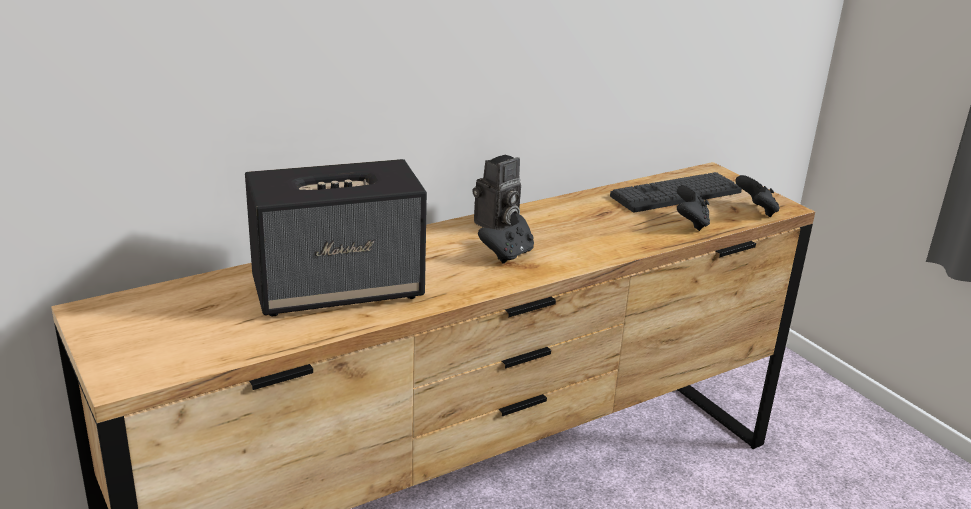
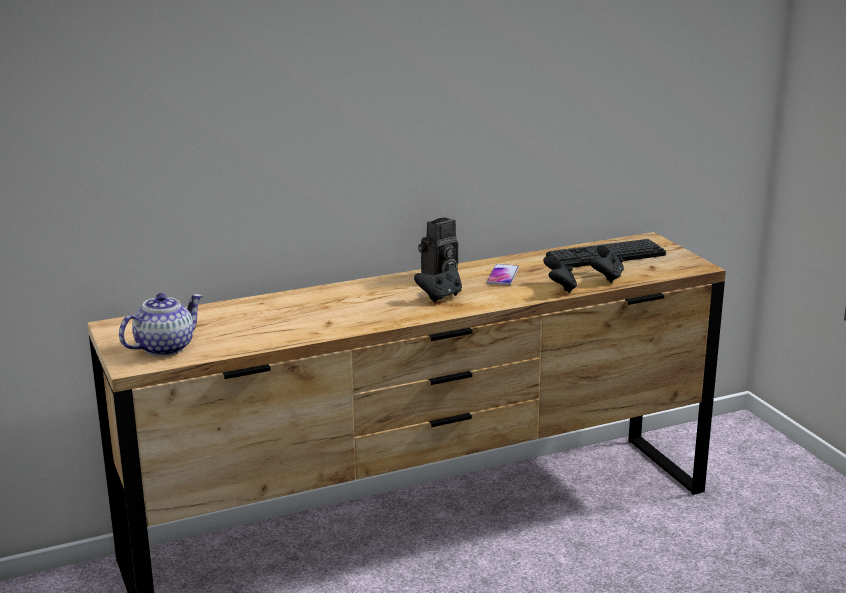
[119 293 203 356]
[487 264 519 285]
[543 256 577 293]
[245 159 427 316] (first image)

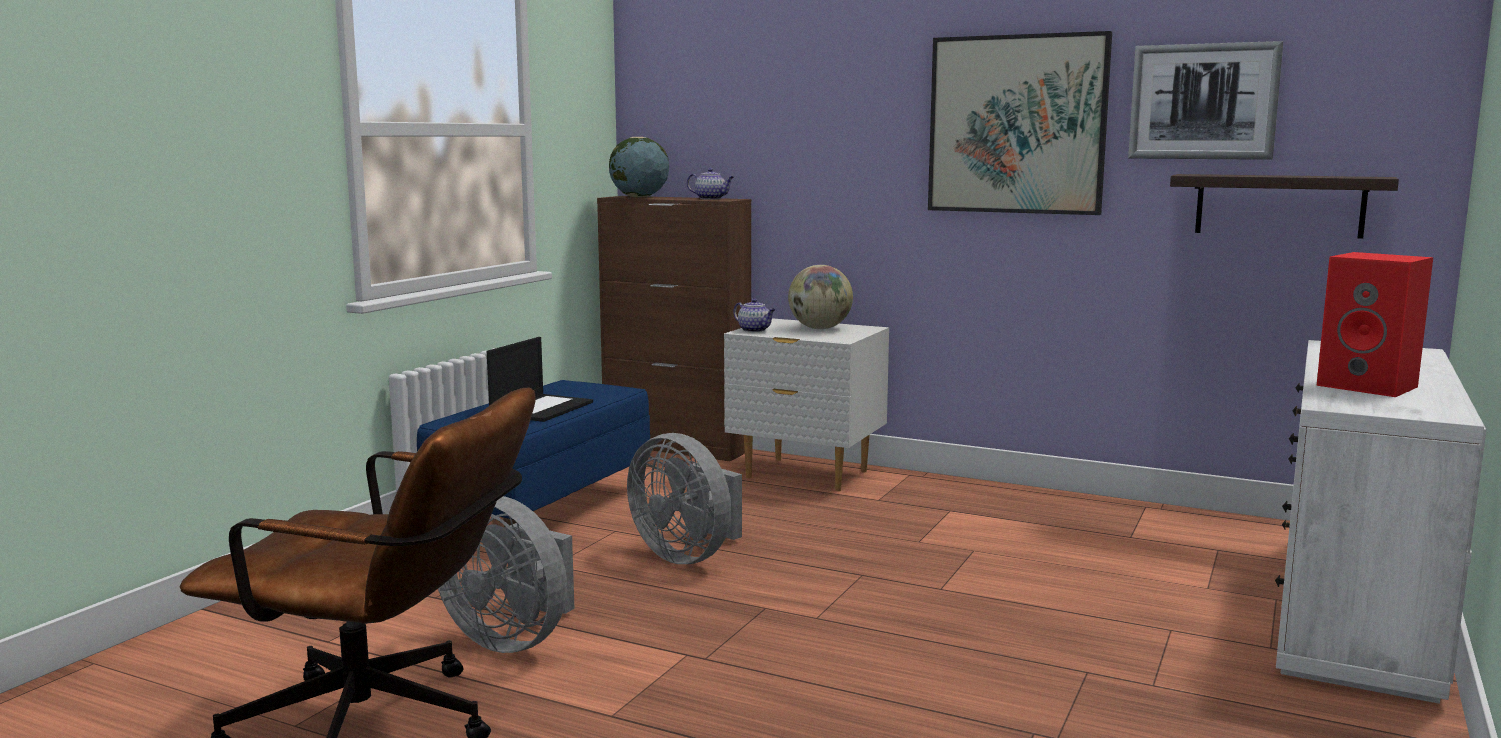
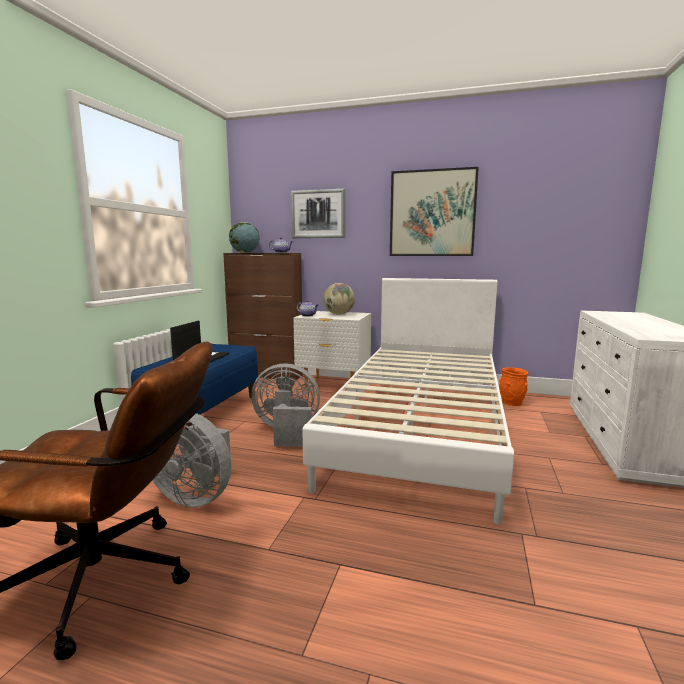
[251 363 320 447]
[291 189 345 238]
[302 278 514 524]
[499 367 528 406]
[1170 174 1399 239] (first image)
[1316 252 1433 397] (first image)

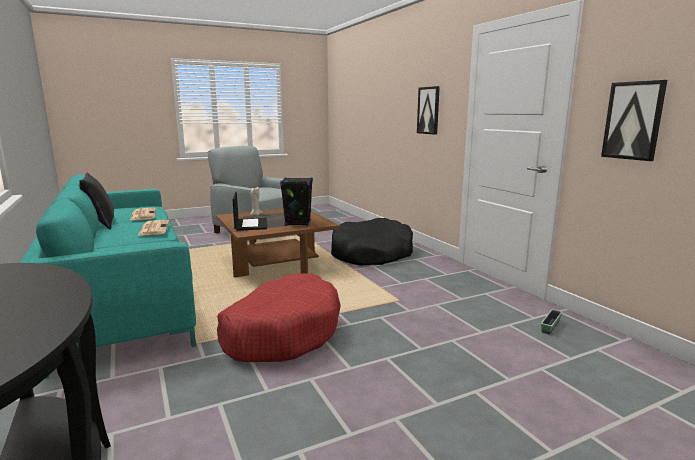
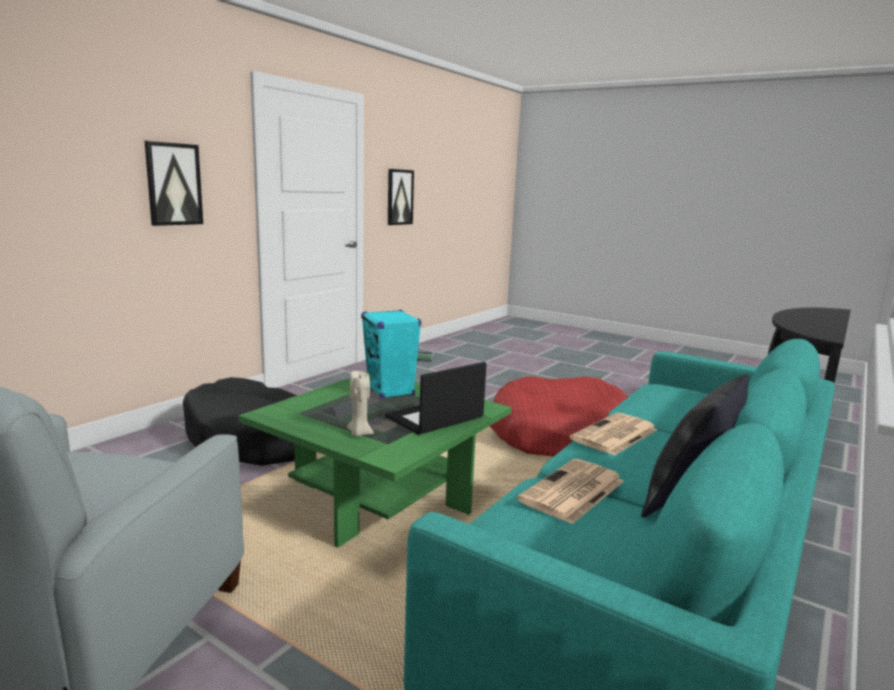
[239 372 511 548]
[361 310 421 399]

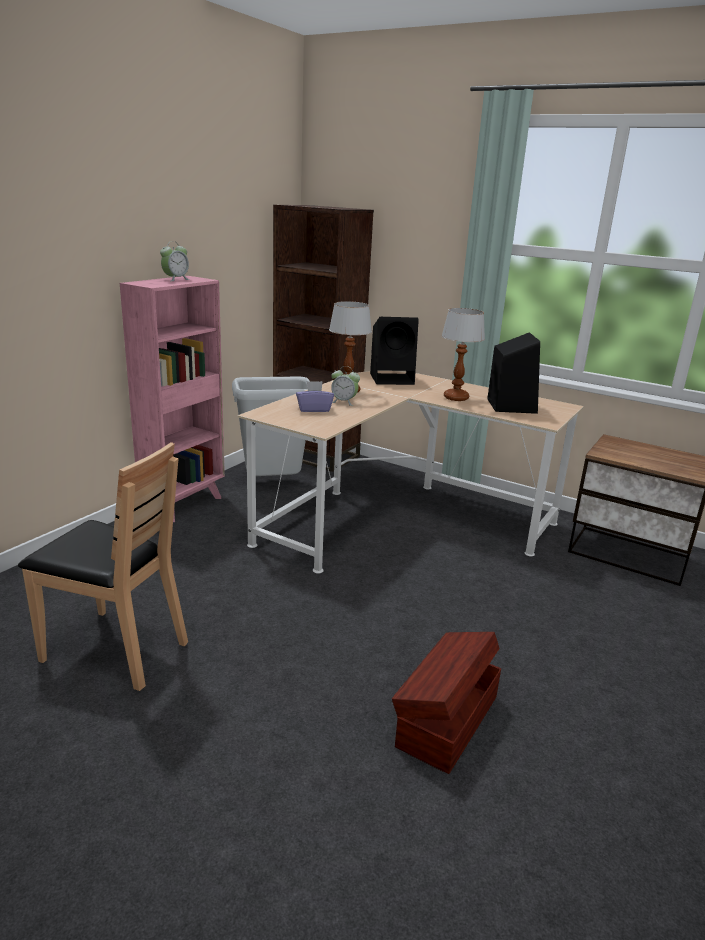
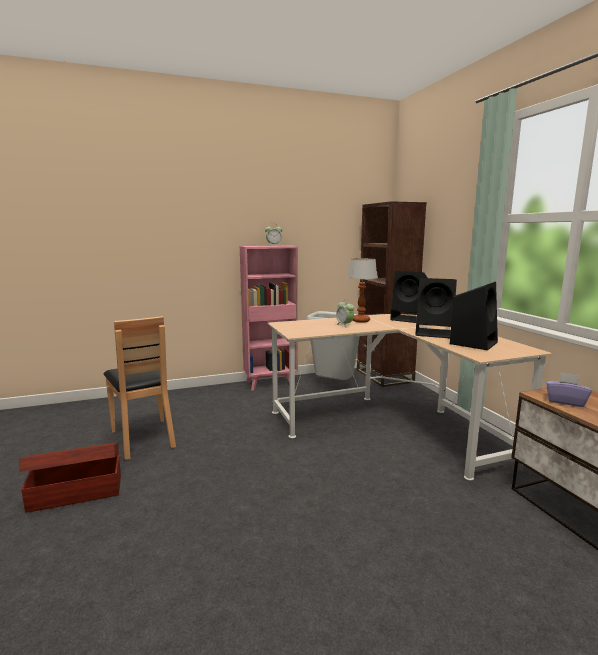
[20 442 121 513]
[415 278 457 338]
[547 372 592 407]

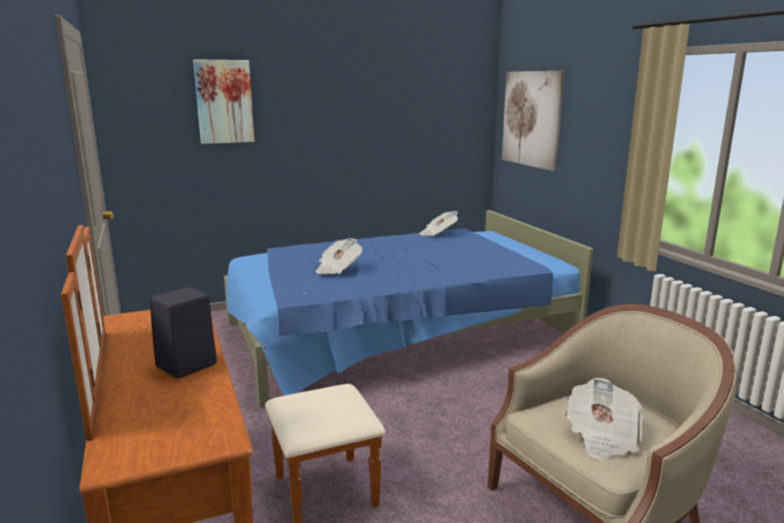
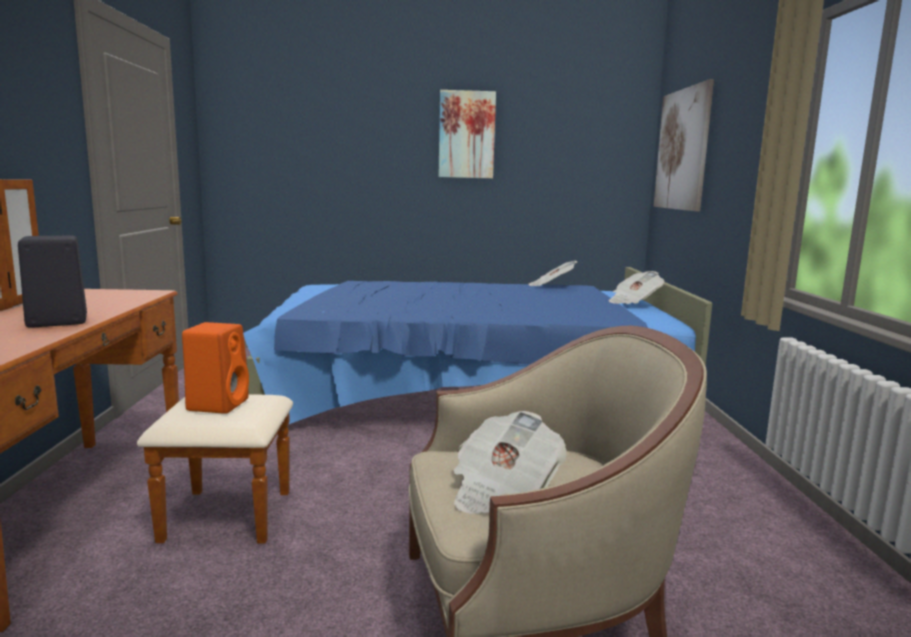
[182 322 249 414]
[438 90 496 179]
[609 271 664 304]

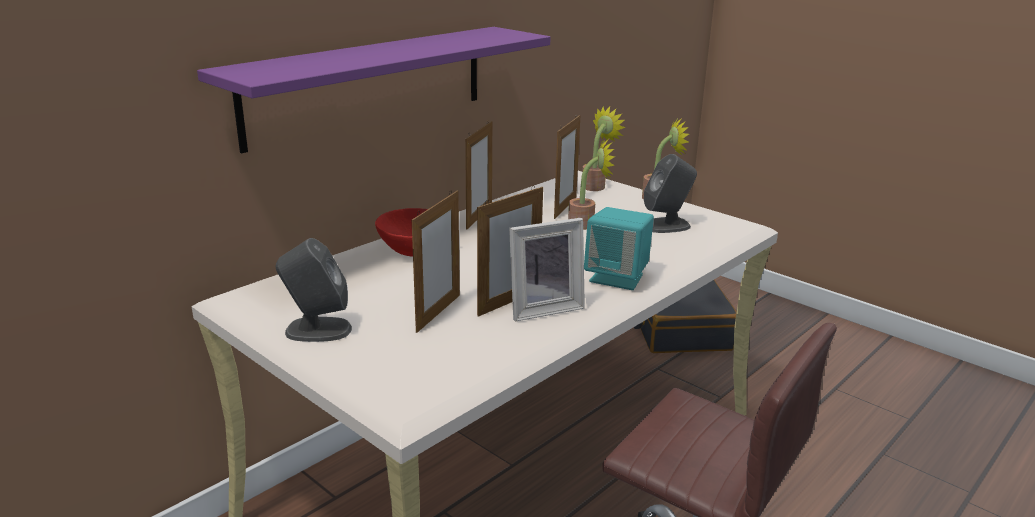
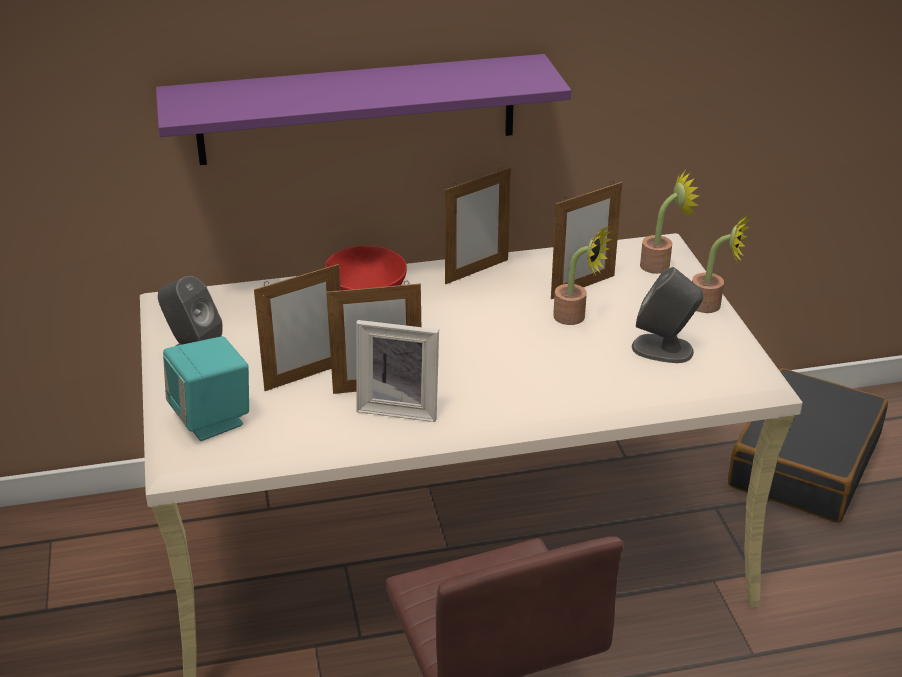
[163 336 249 441]

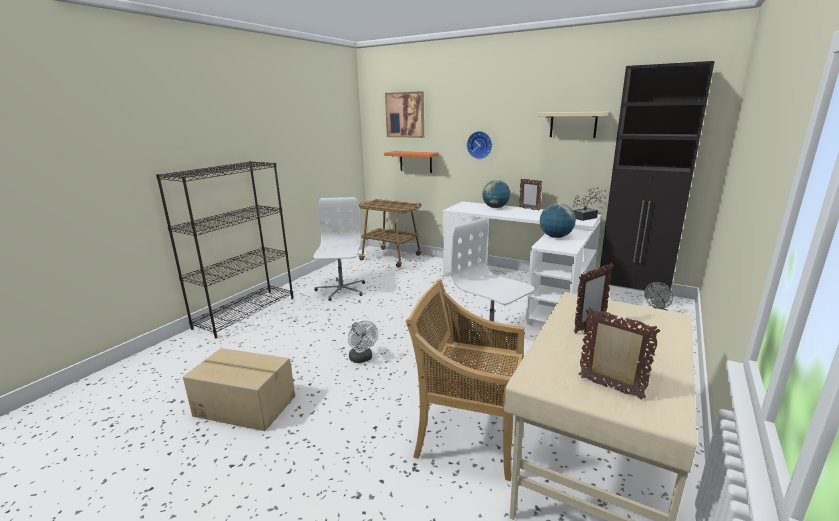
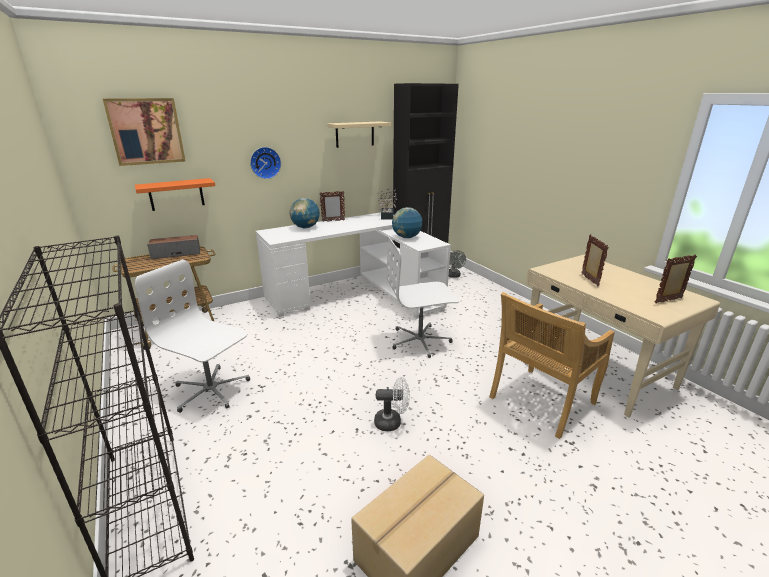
[147 235 200 259]

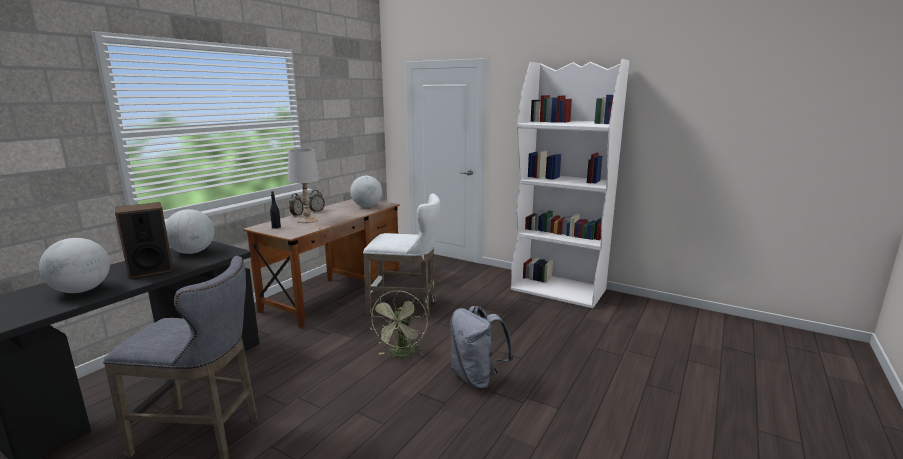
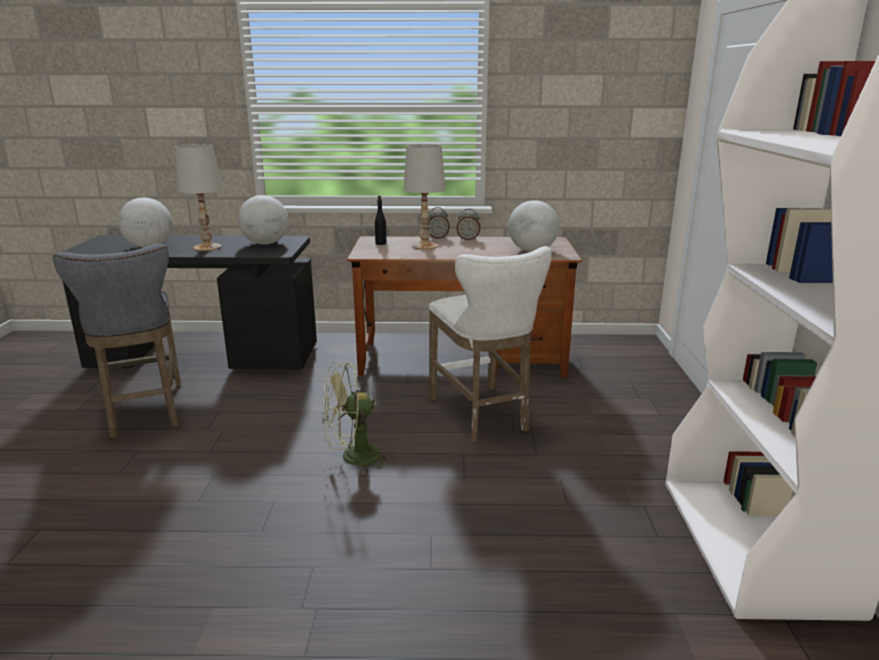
[175 144 222 251]
[450 306 513 389] (first image)

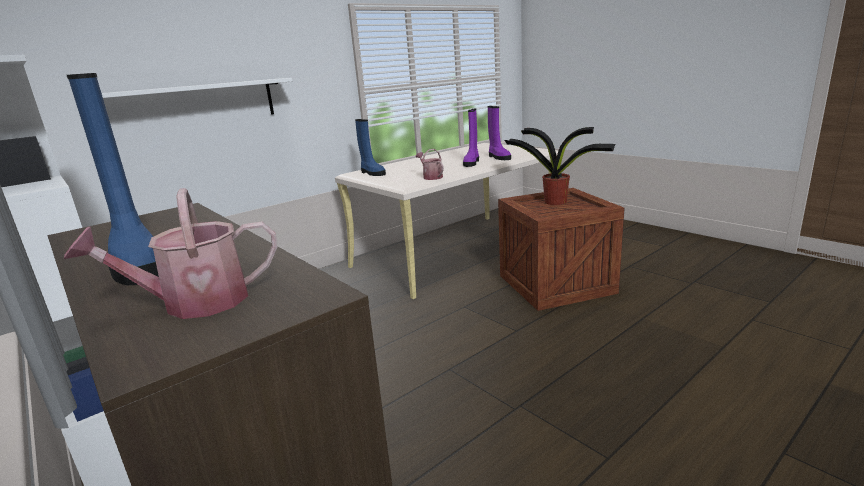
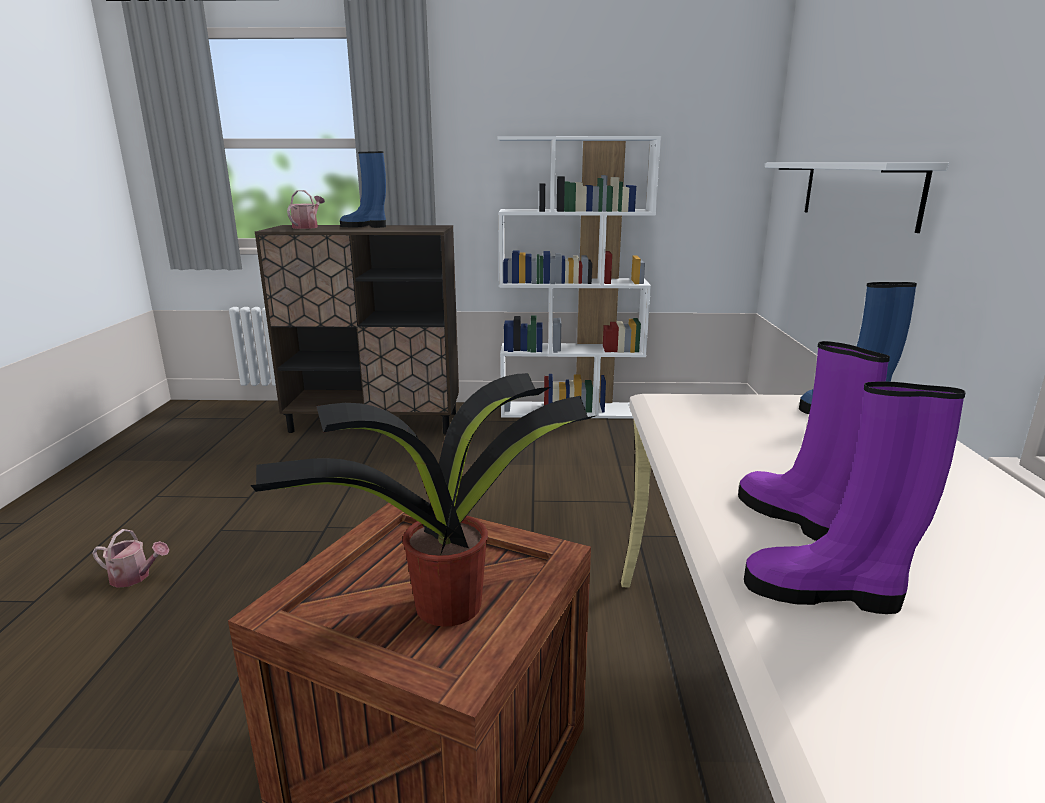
[92 529 169 588]

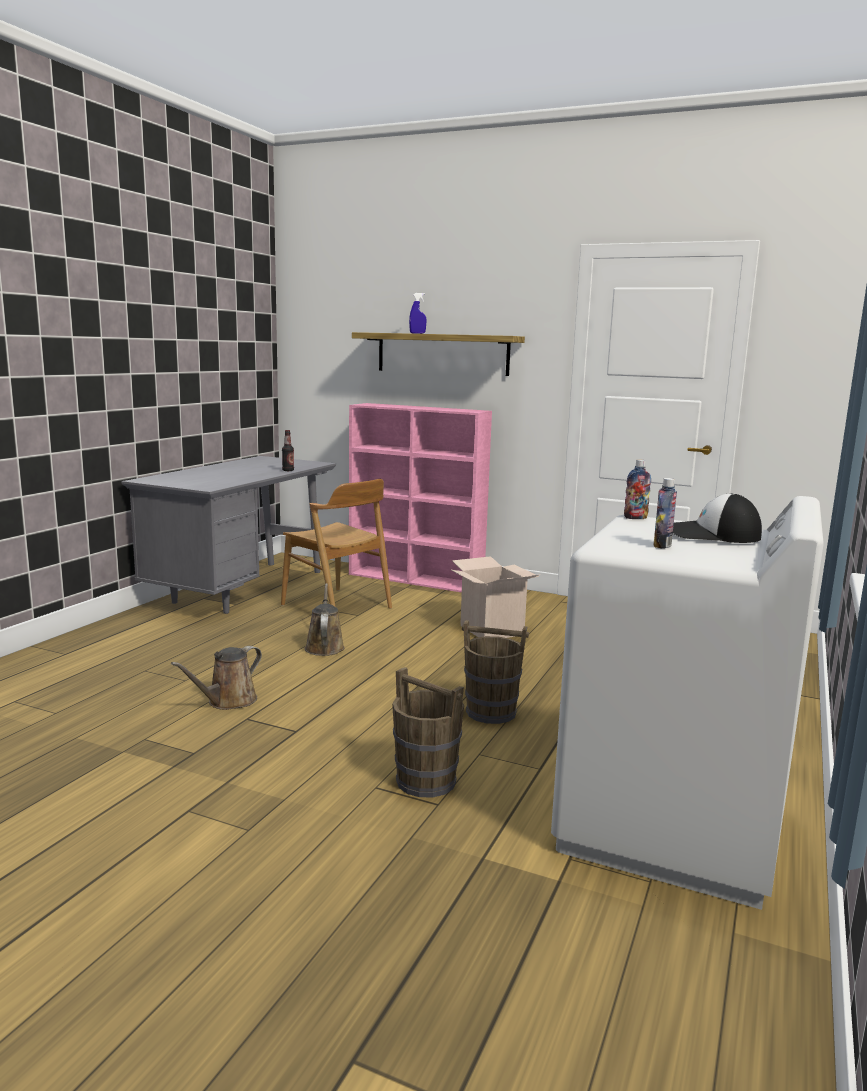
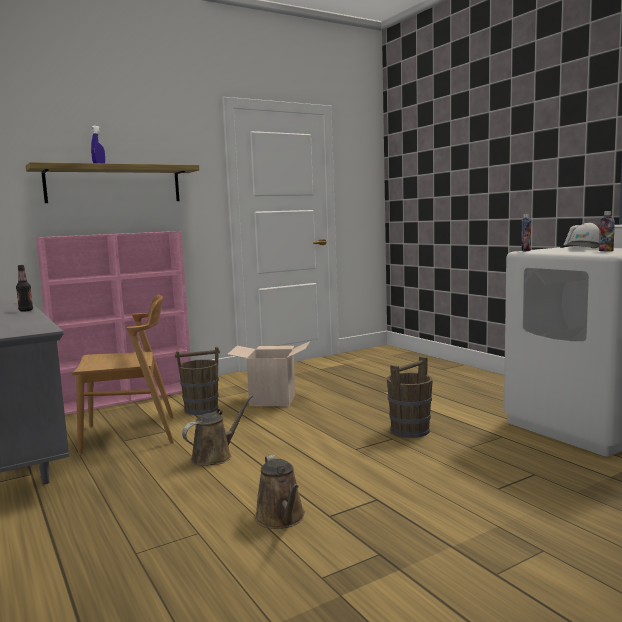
[175 347 220 415]
[182 395 253 466]

